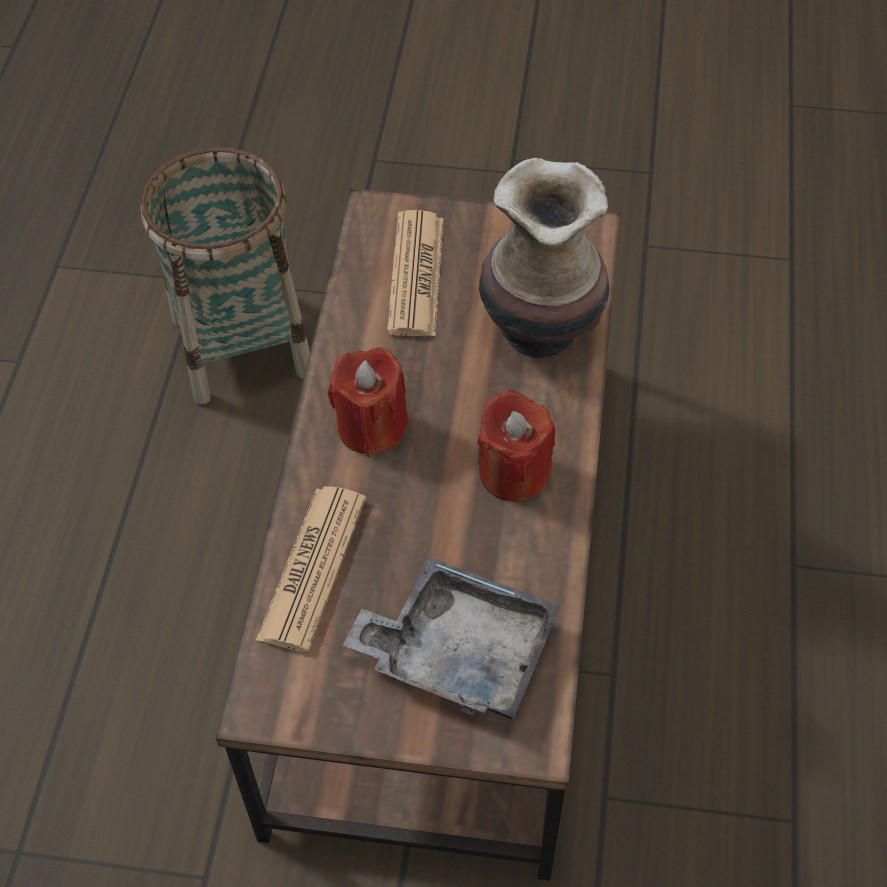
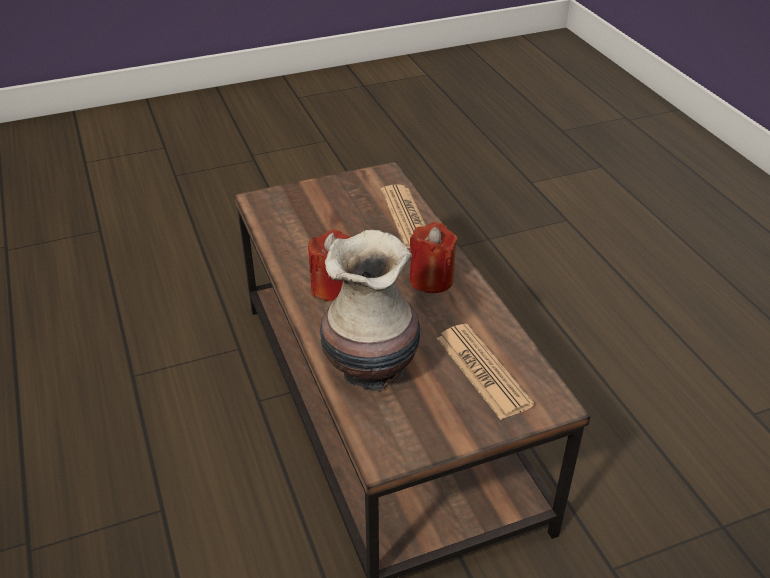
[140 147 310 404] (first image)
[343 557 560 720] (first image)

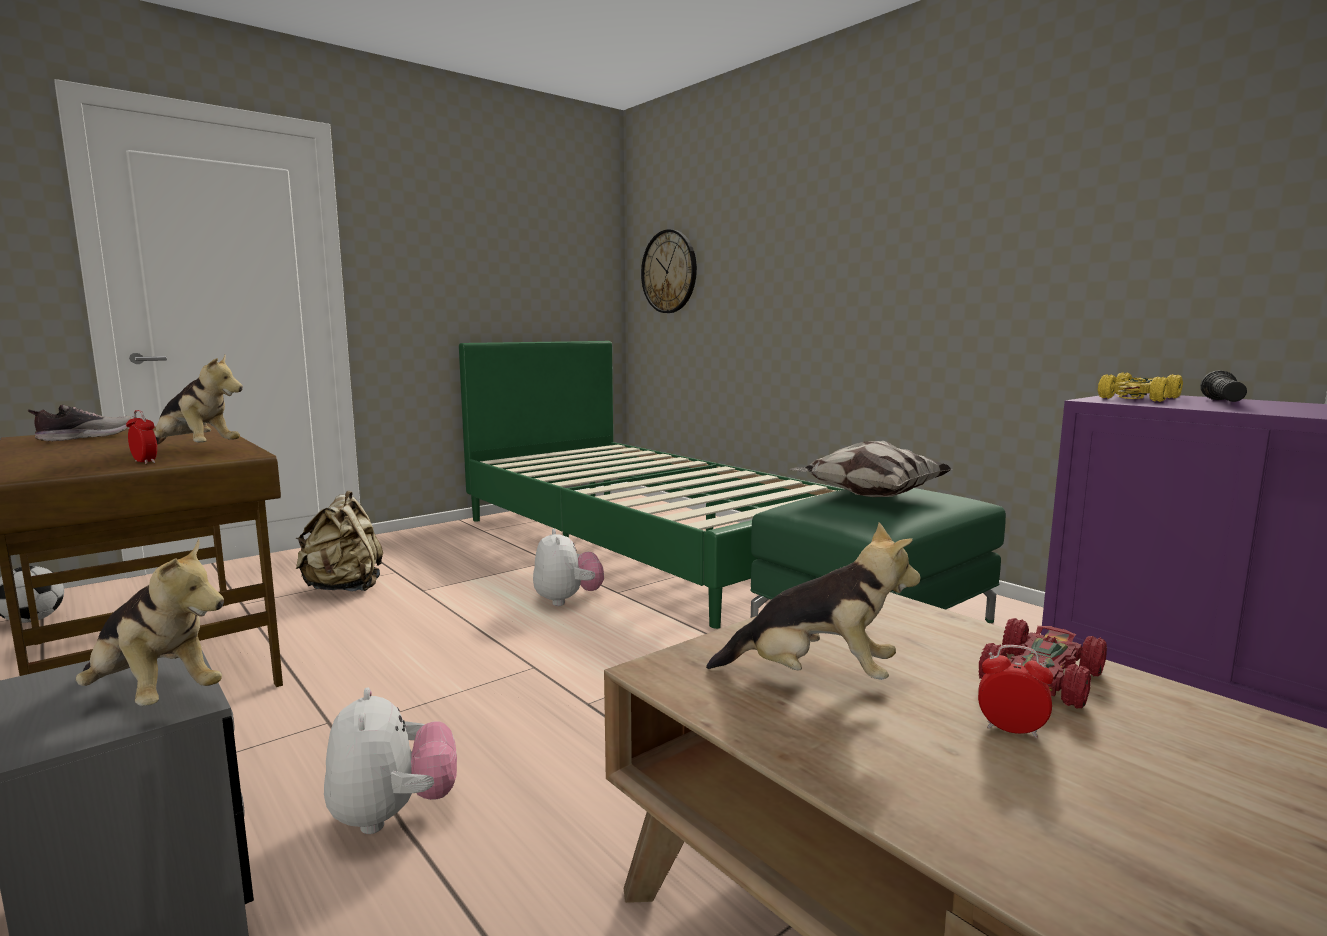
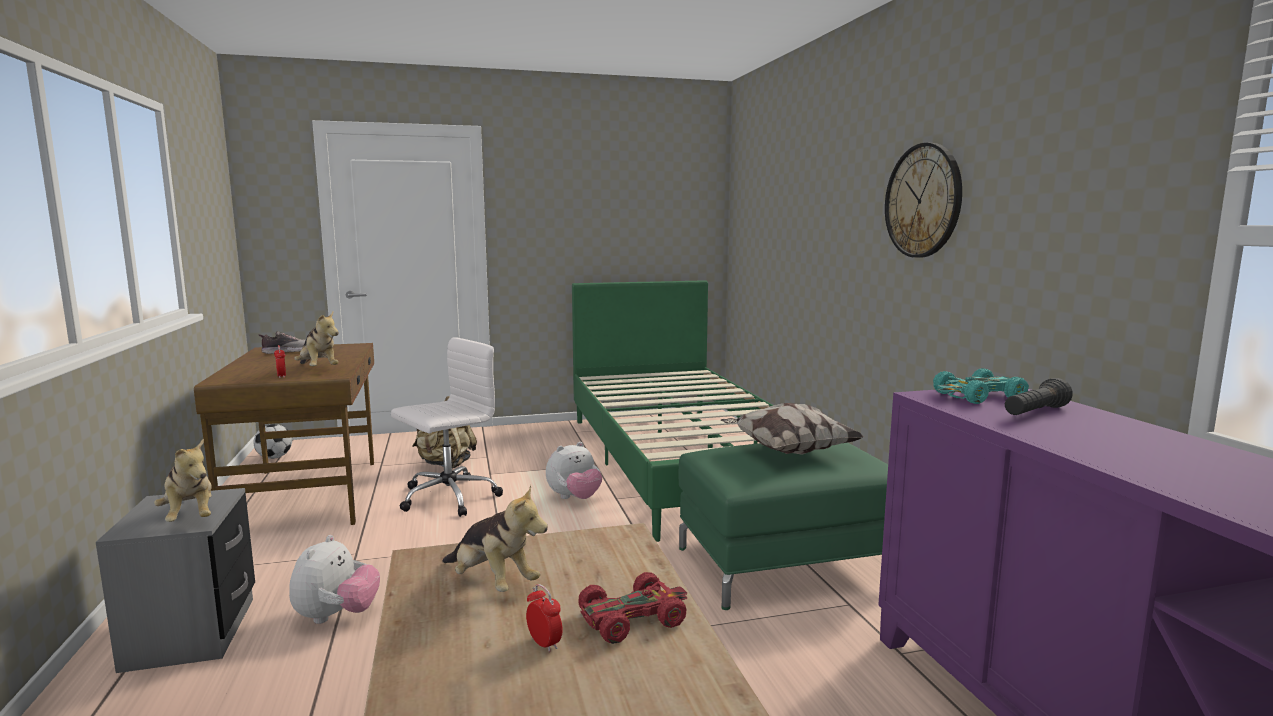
[391 337 503 517]
[546 442 602 499]
[885 143 962 258]
[933 368 1029 404]

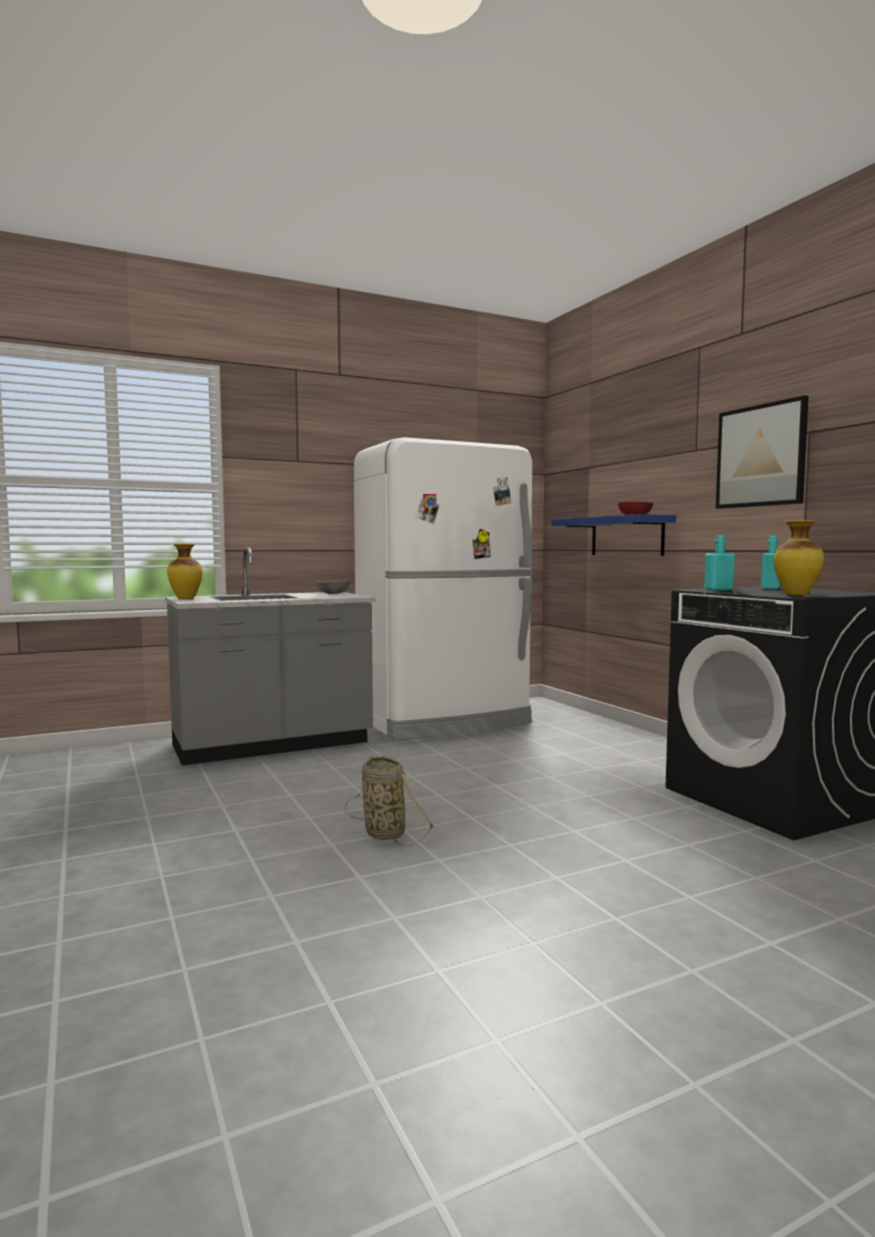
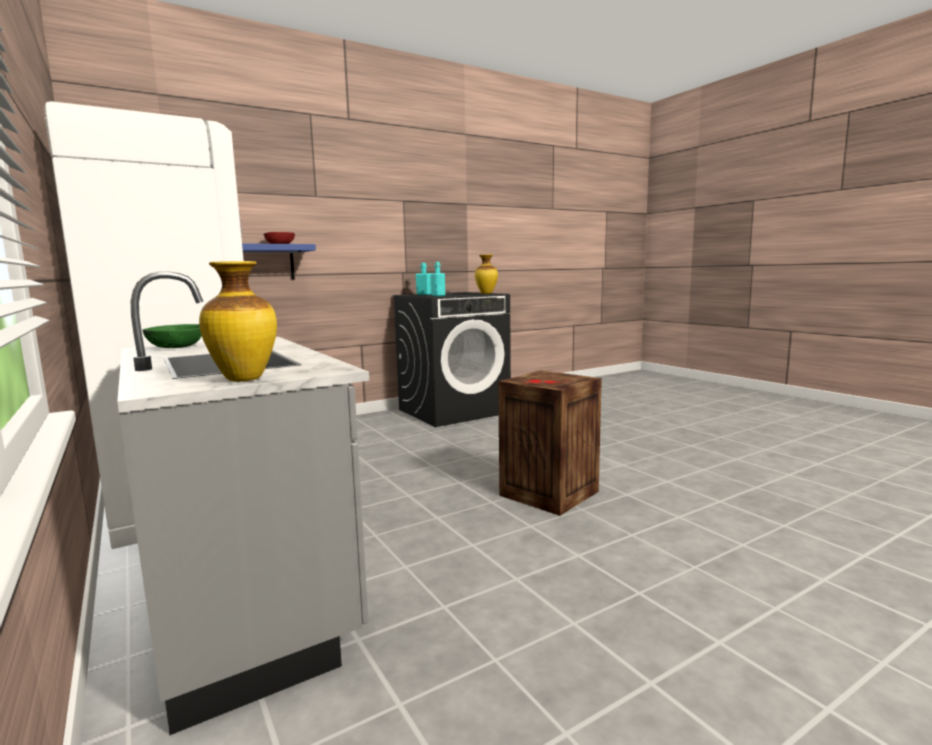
[142 324 202 348]
[498 370 602 516]
[716 395 809 509] (first image)

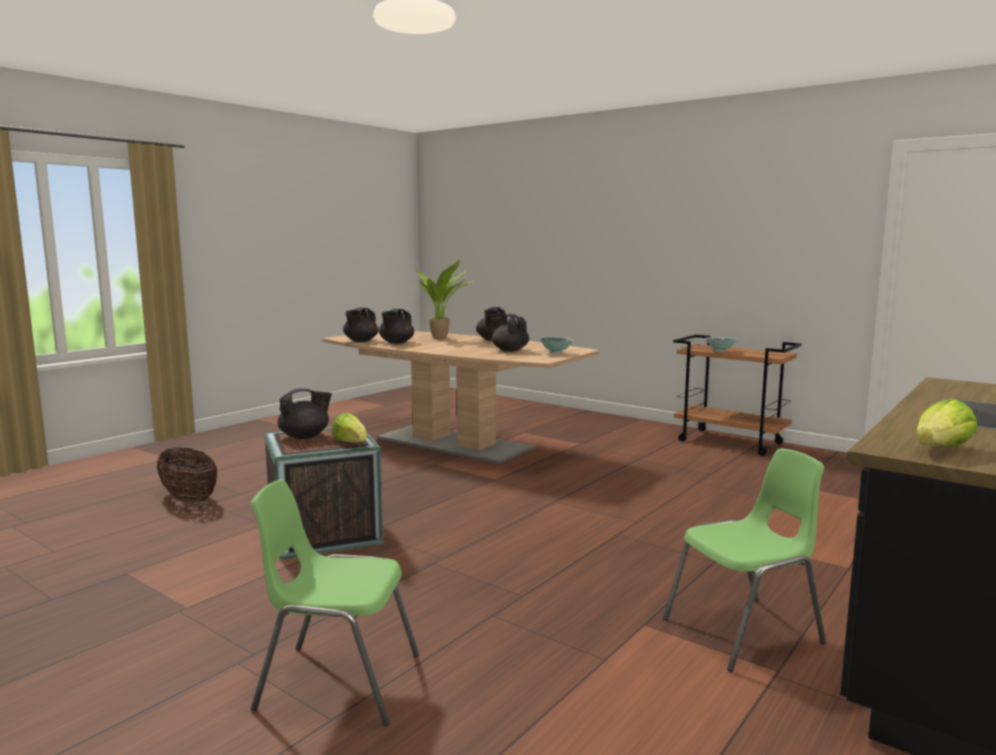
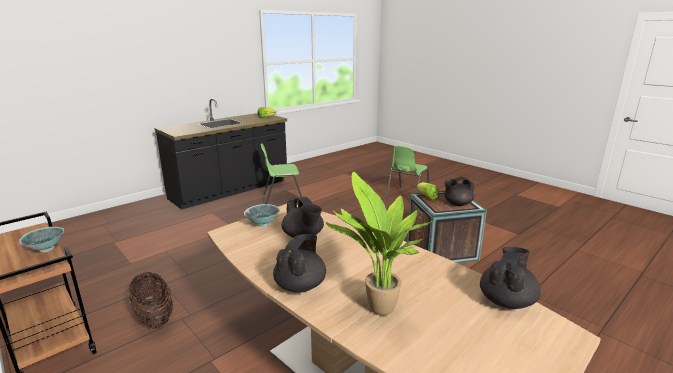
[129 272 173 329]
[386 146 429 199]
[379 309 414 344] (first image)

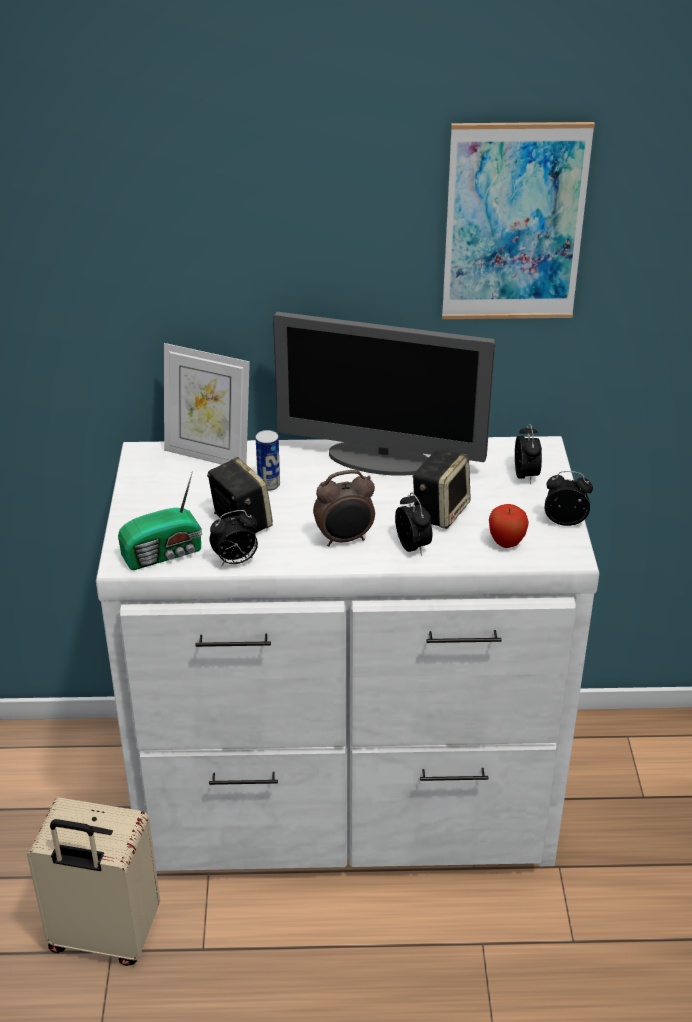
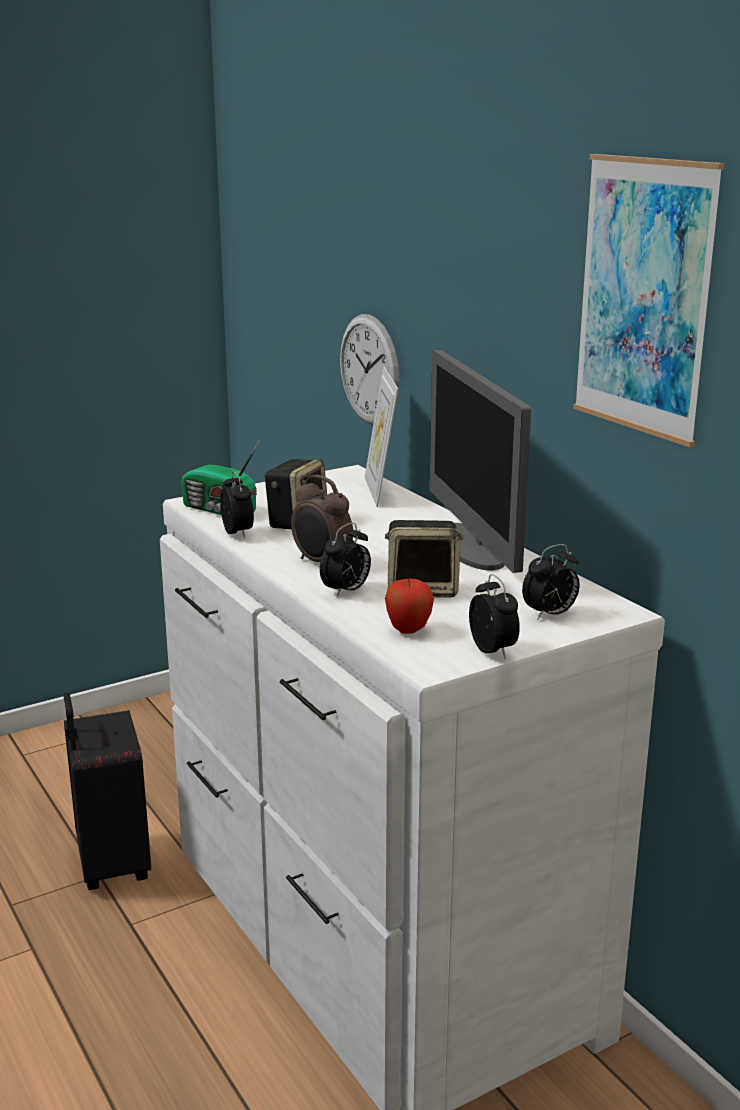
[64 693 151 890]
[220 471 254 539]
[340 314 399 425]
[256 430 280 491] (first image)

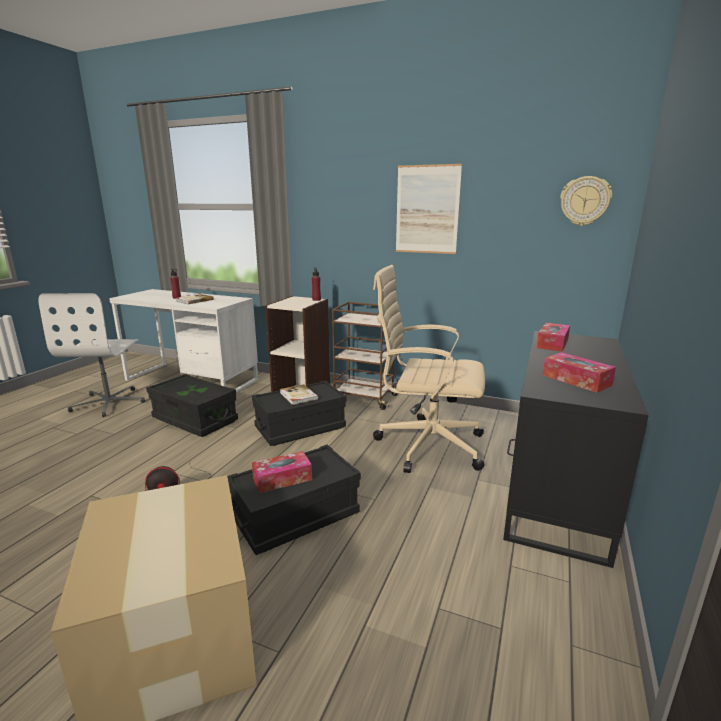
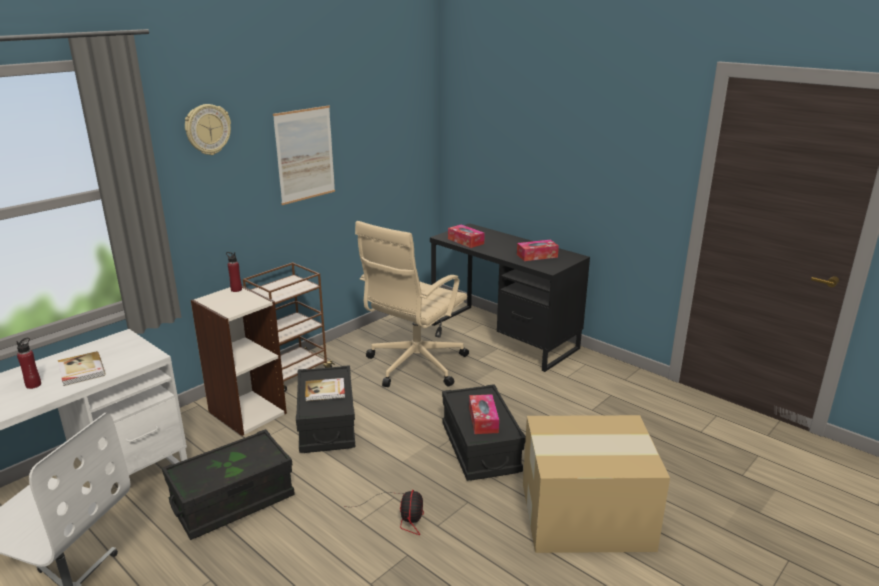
[185 104 231 155]

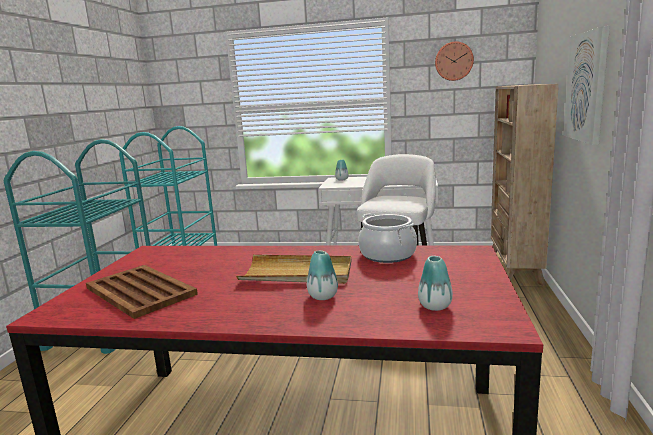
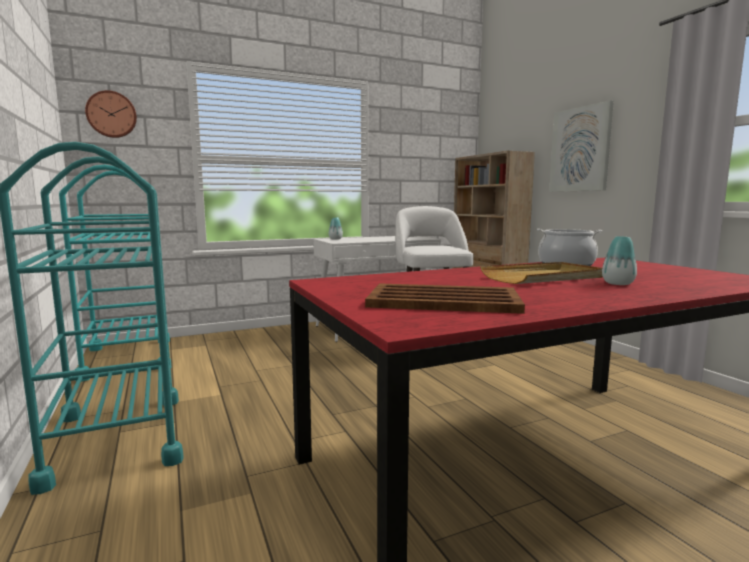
[85 90 137 138]
[418 256 453 311] (first image)

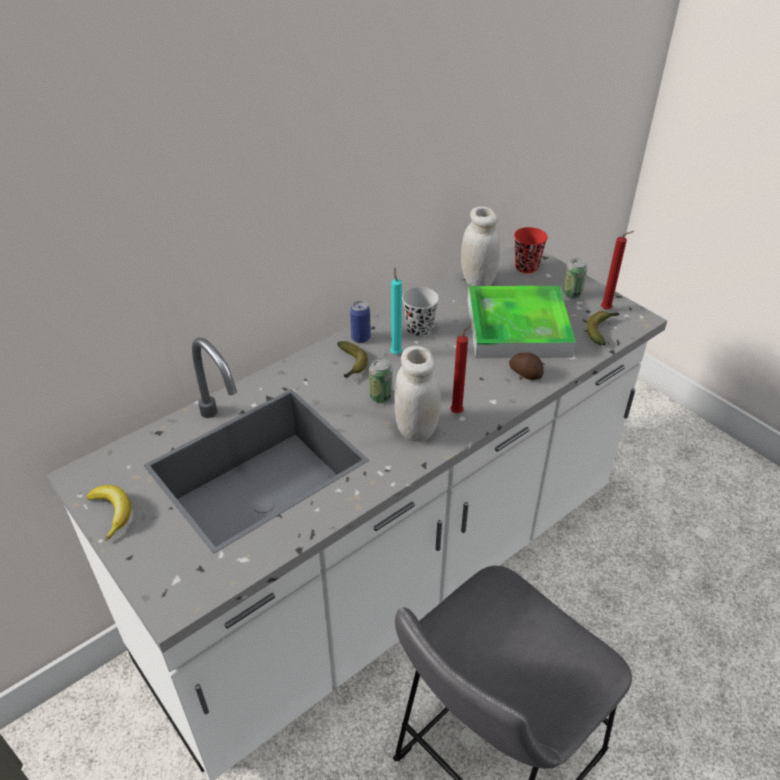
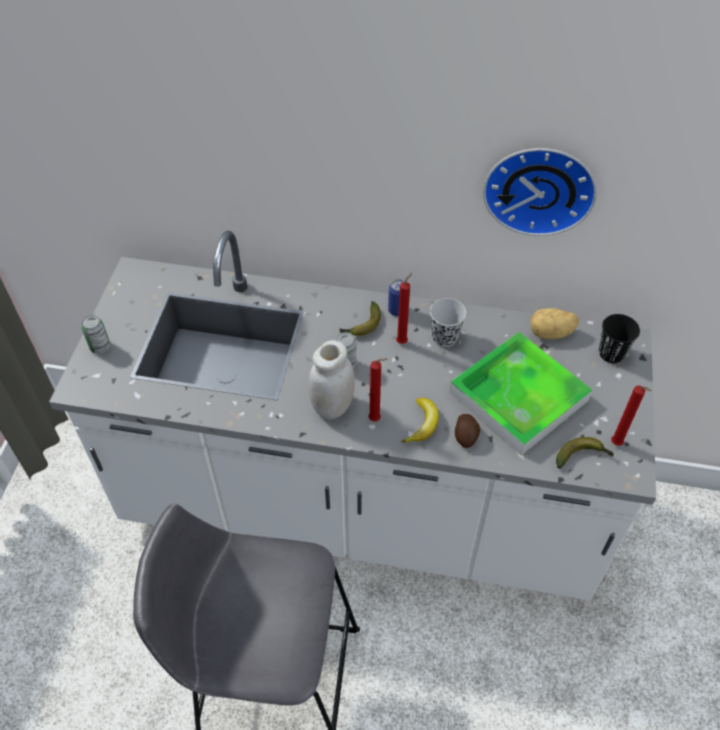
[81 315 110 354]
[396 273 412 344]
[401 398 439 443]
[483 148 597 236]
[530 308 579 339]
[599 314 640 363]

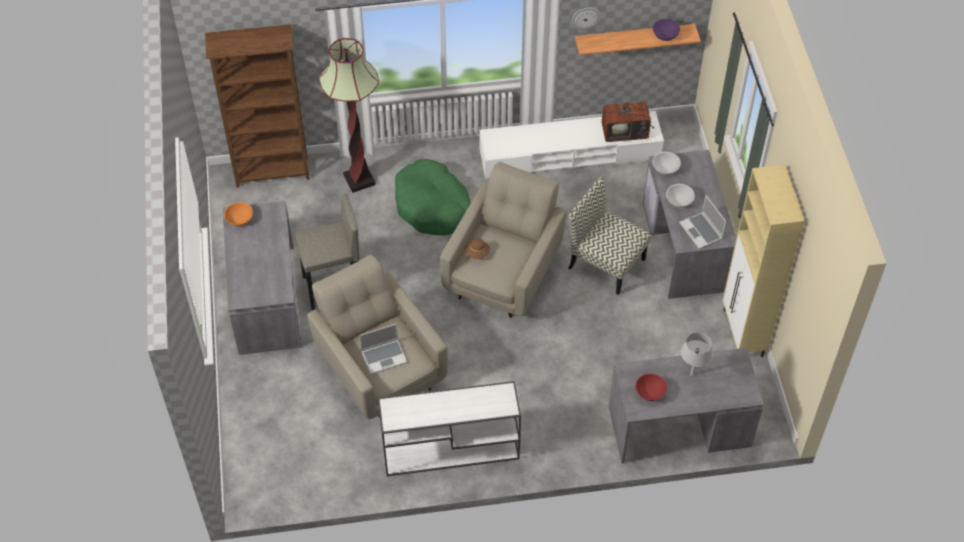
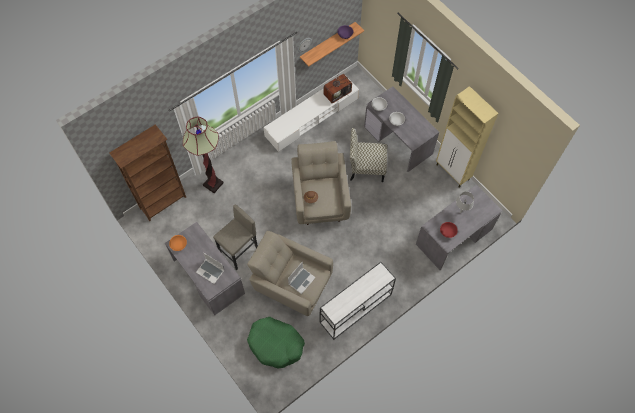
[196 253 224 284]
[247 317 305 368]

